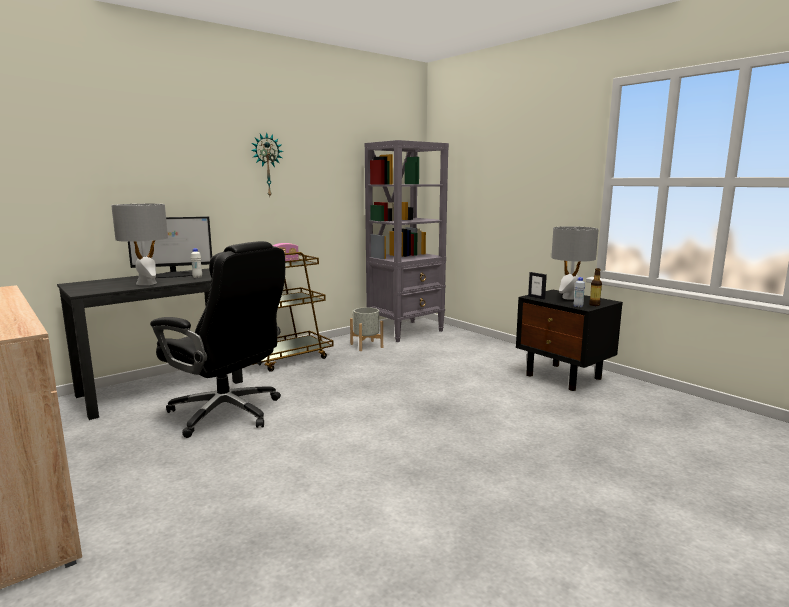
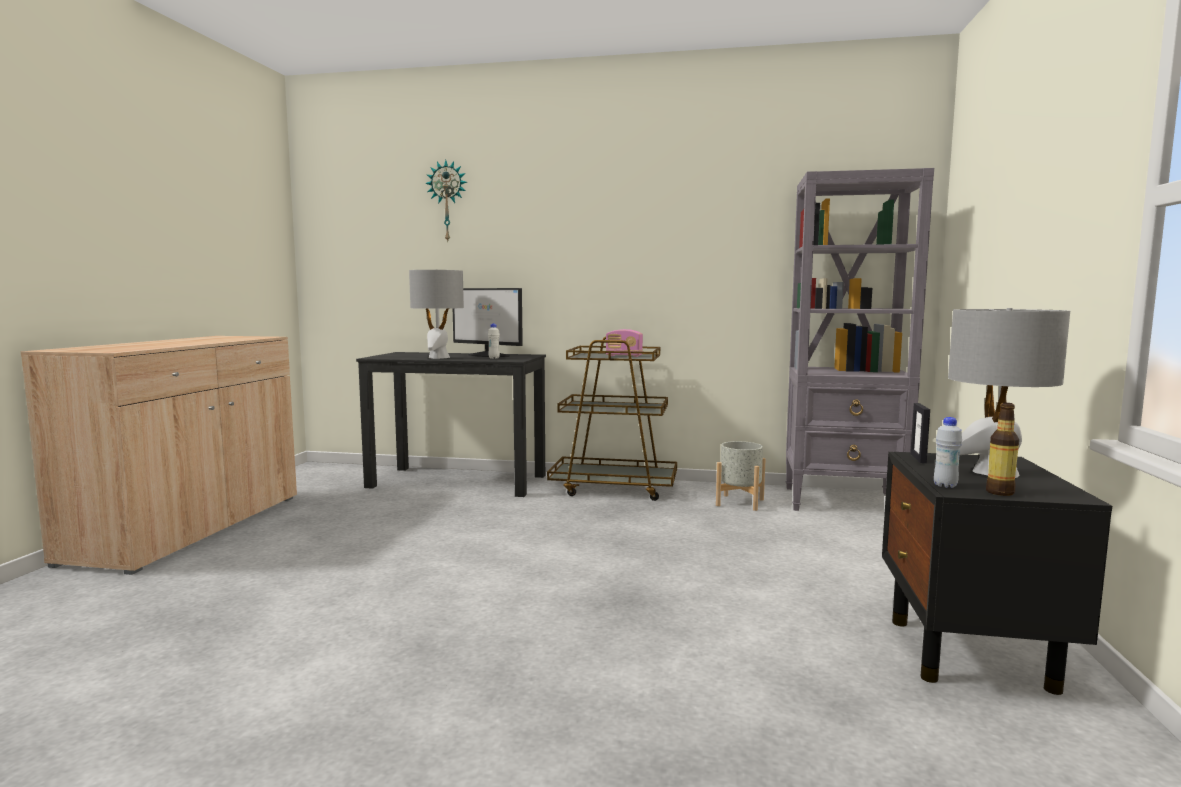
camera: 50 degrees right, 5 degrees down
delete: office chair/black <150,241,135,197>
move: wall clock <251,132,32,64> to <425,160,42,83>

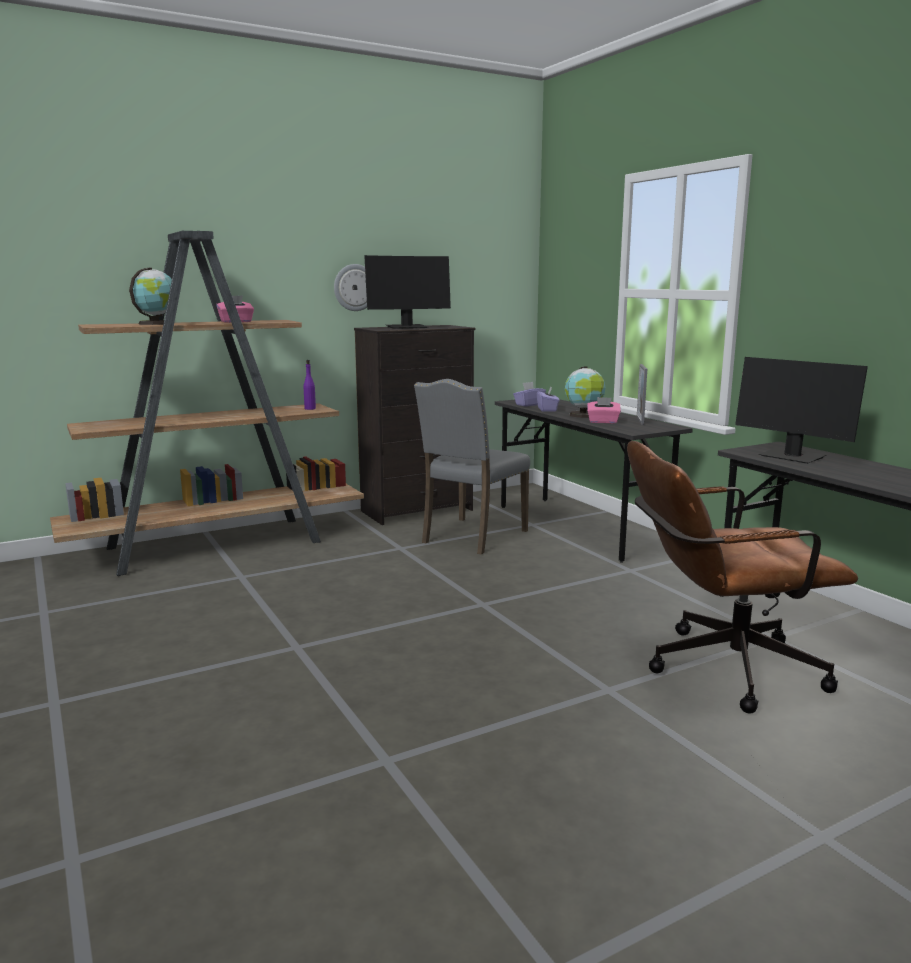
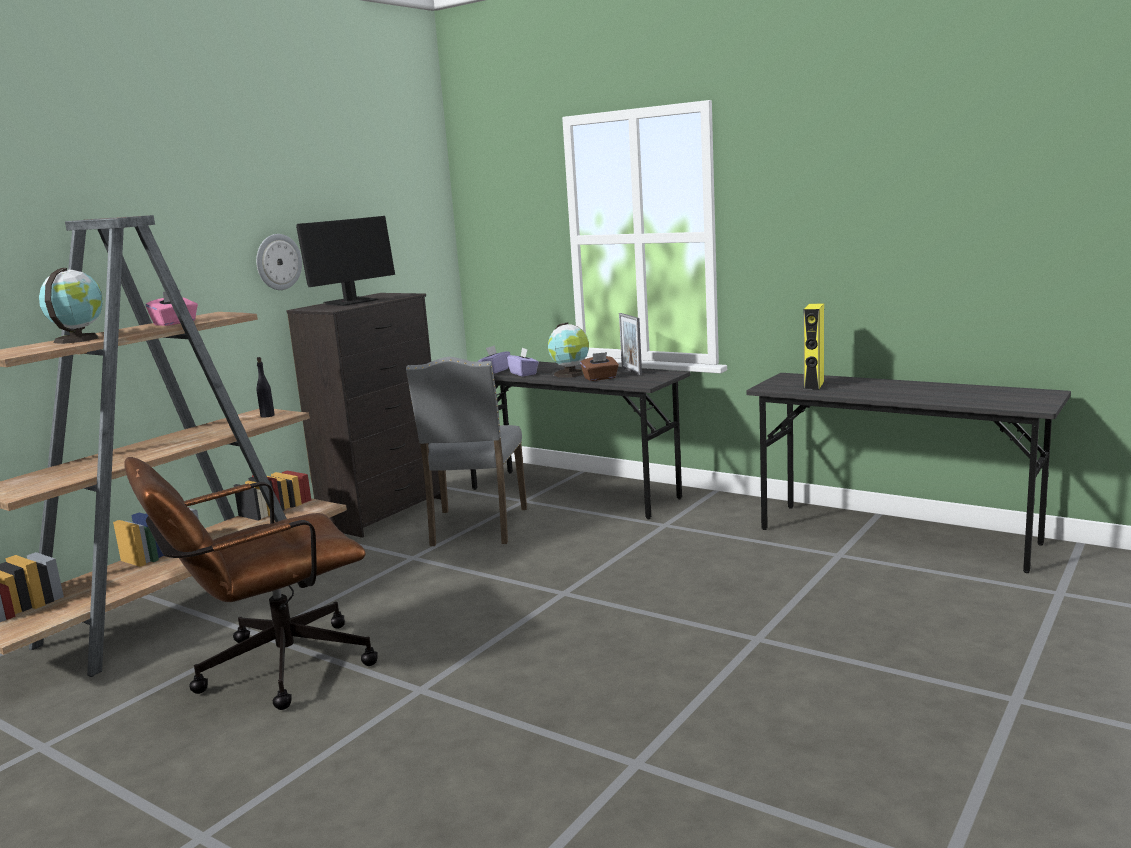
camera: 25 degrees left, 0 degrees up
move: office chair/brown <627,441,231,273> to <124,457,254,253>
replace: monitor <735,357,133,107> to speaker/yellow <804,304,20,86>
recolor: bottle/purple <304,360,12,50> to bottle/black <256,357,19,61>; tissue box/pink <587,397,34,26> to tissue box/brown <580,352,39,29>

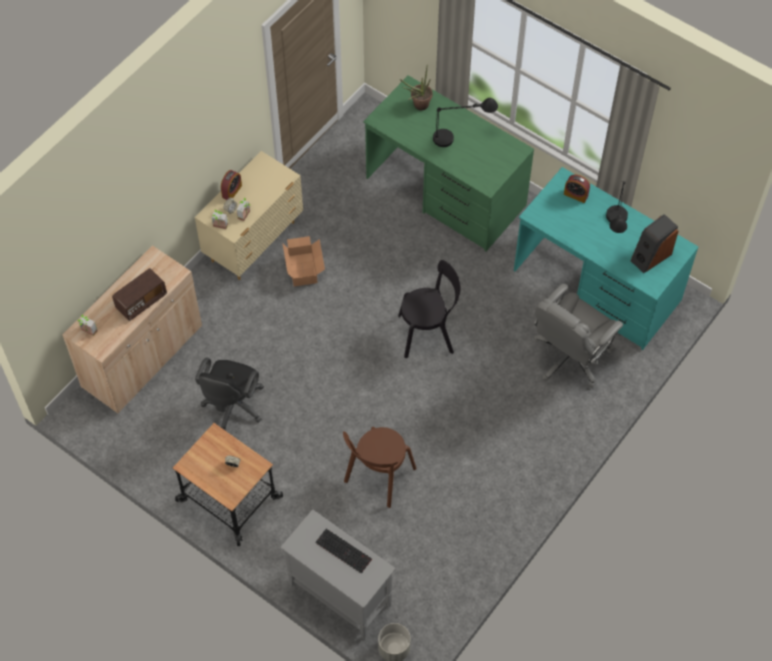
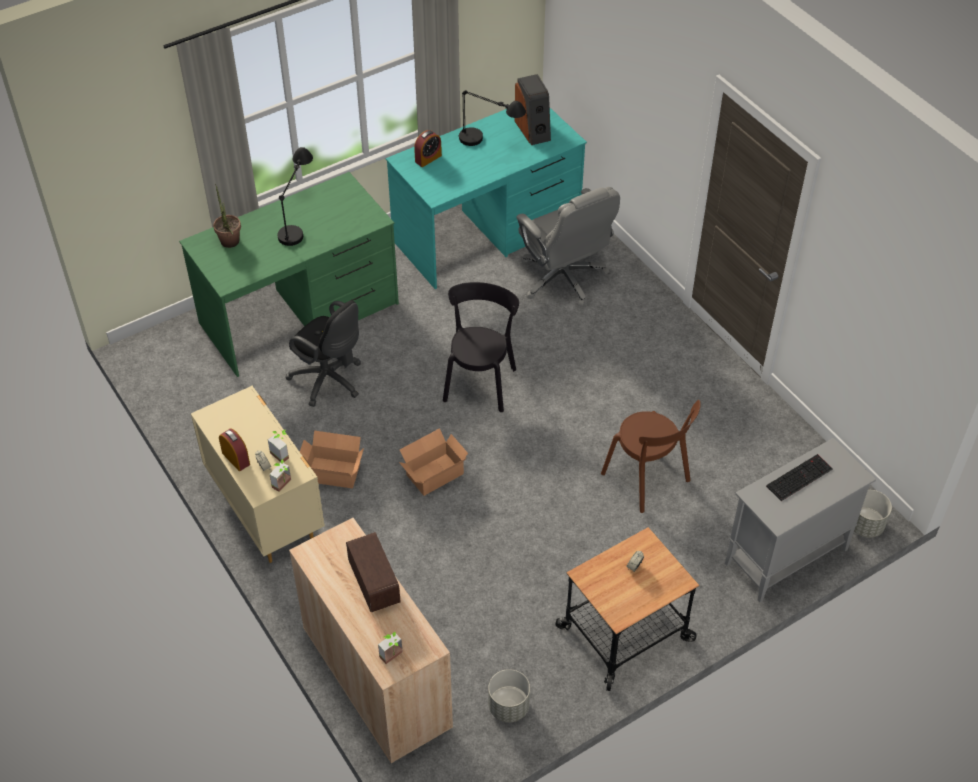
camera: 70 degrees left, 10 degrees down
insert: cardboard box <399,428,69,68>; planter/grey <488,669,42,53>
move: office chair/black <195,358,69,73> to <285,300,76,107>

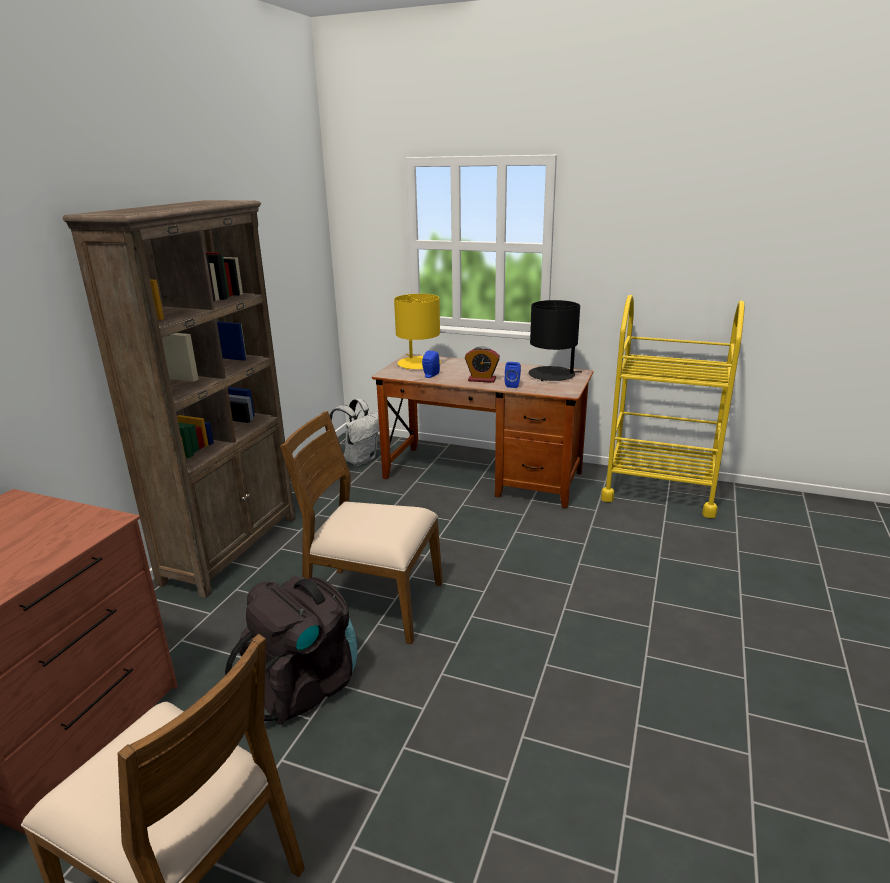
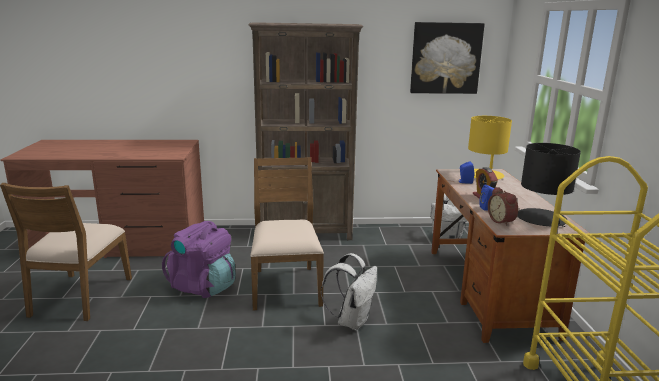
camera: 65 degrees right, 5 degrees down
insert: backpack/white <321,253,56,77>; picture <410,22,75,72>; alarm clock <488,187,30,39>
recolor: backpack/black <225,576,132,148> to backpack/purple <162,221,74,77>

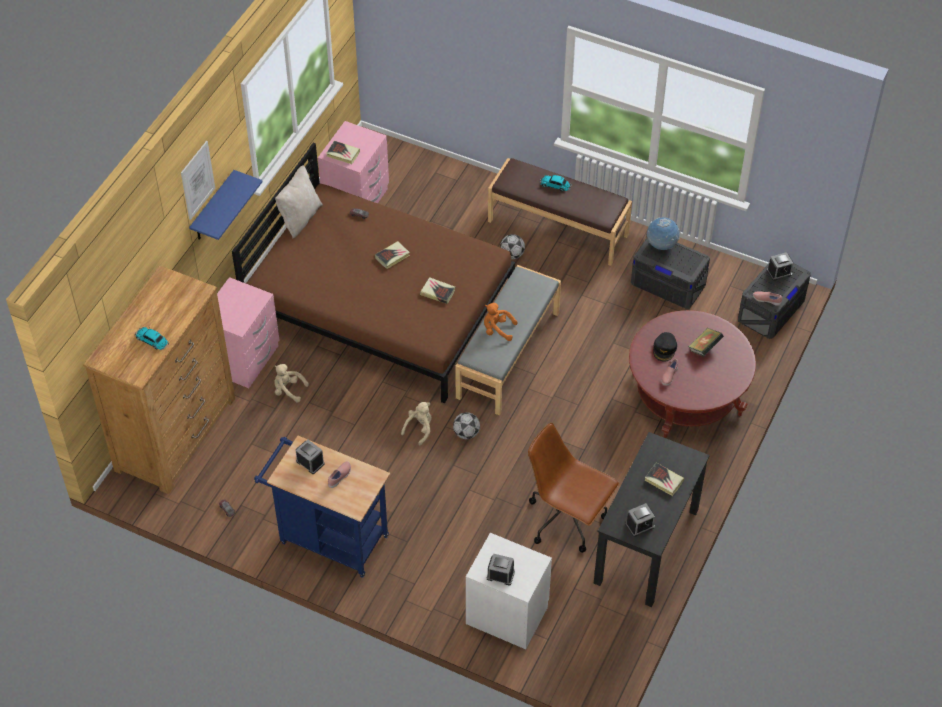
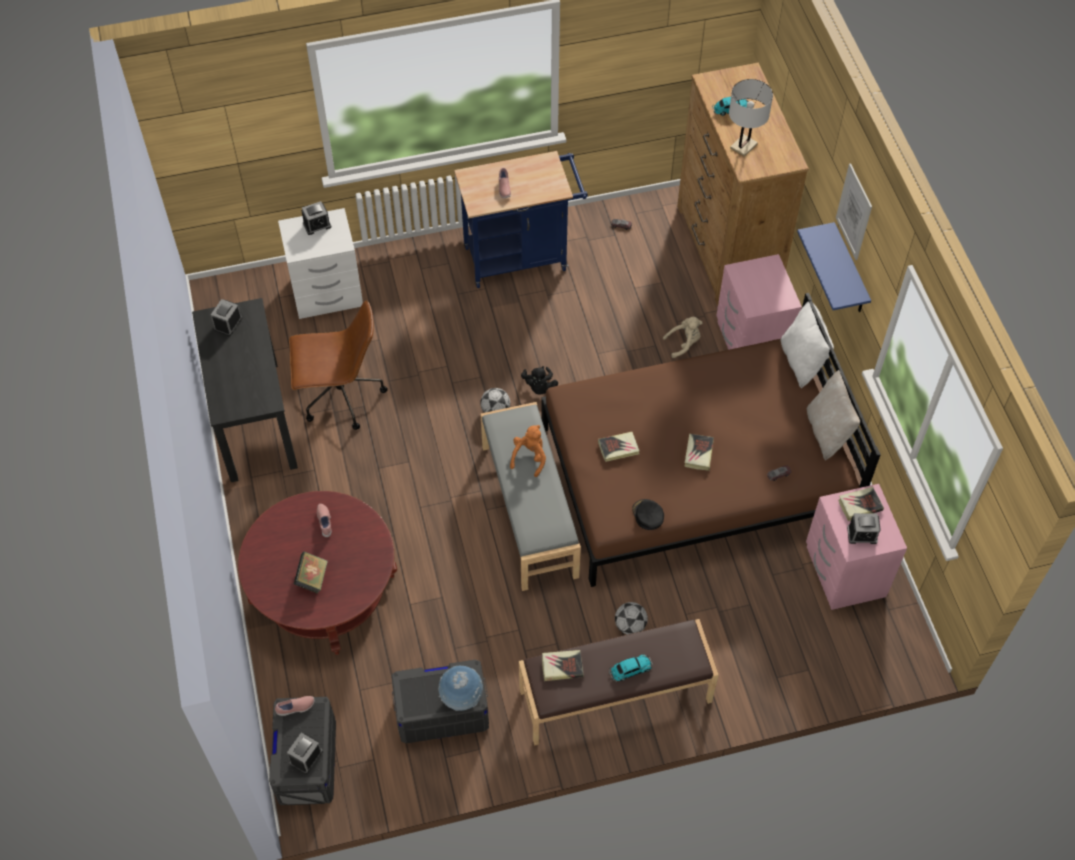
camera: 140 degrees right, 5 degrees up
insert: table lamp/white <729,79,44,78>; pillow/white <780,302,54,87>
move: alarm clock <295,440,30,34> to <847,513,34,31>; book <645,462,39,34> to <542,650,42,31>; cap/black <653,332,24,30> to <632,499,32,31>
recolor: plush toy/beige <401,402,31,43> to plush toy/black <521,366,37,29>
rotate: plush toy/orange <484,303,33,38> = <510,425,36,52> 45 degrees counterclockwise

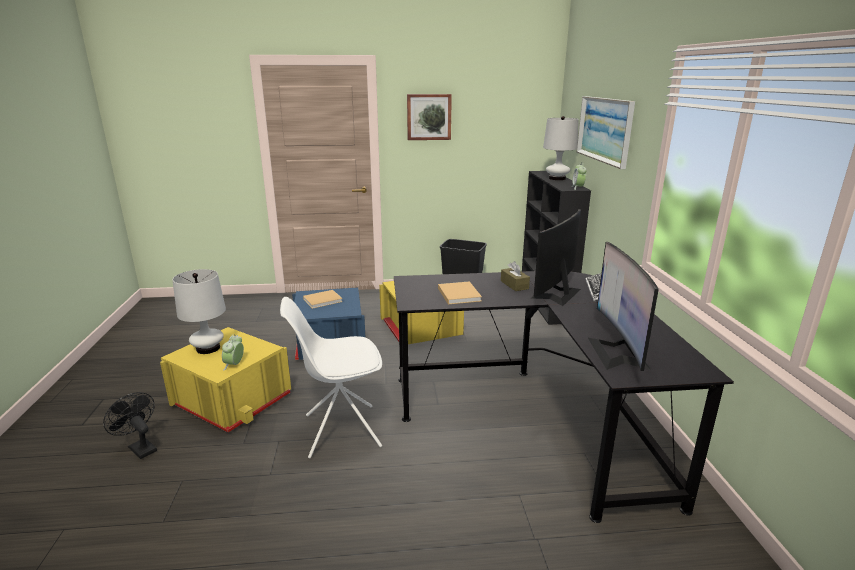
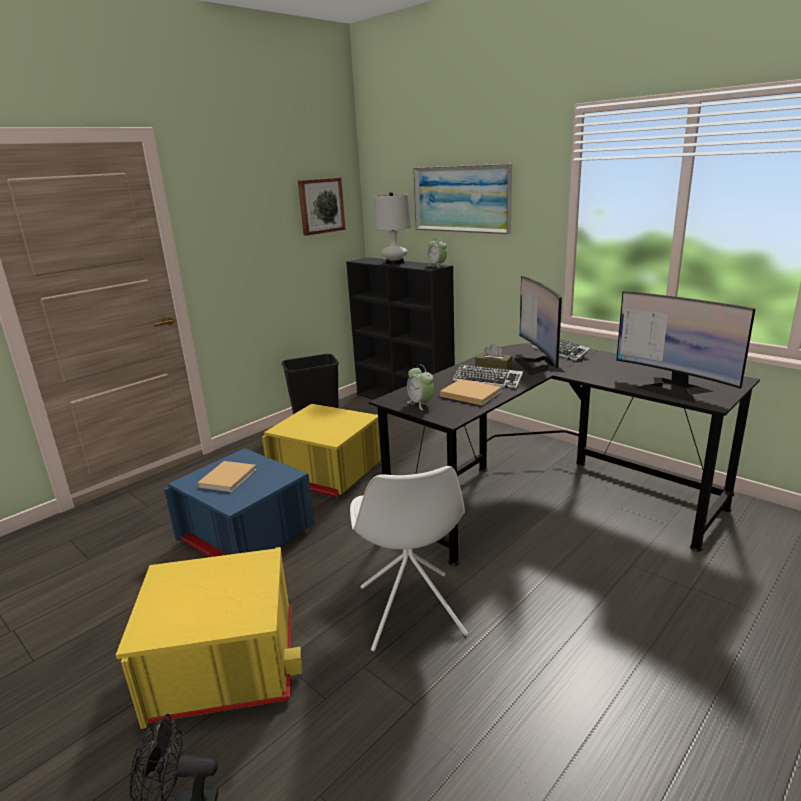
camera: 40 degrees left, 0 degrees up
delete: table lamp/white <172,269,54,85>
insert: keyboard <453,365,70,24>
move: alarm clock <222,334,22,37> to <407,365,27,45>; picture <407,94,45,46> to <298,177,48,59>
rotate: chair/white <280,297,102,161> = <350,466,118,185> 45 degrees counterclockwise

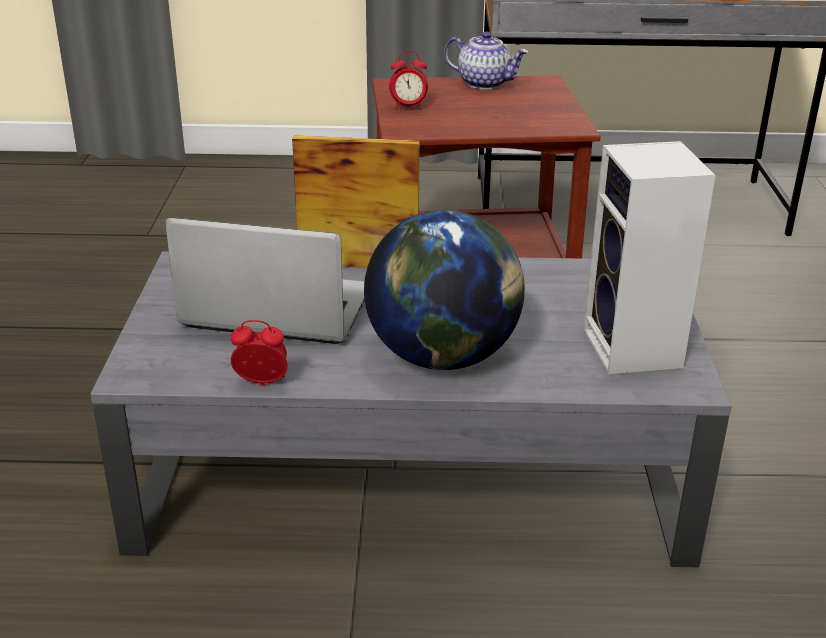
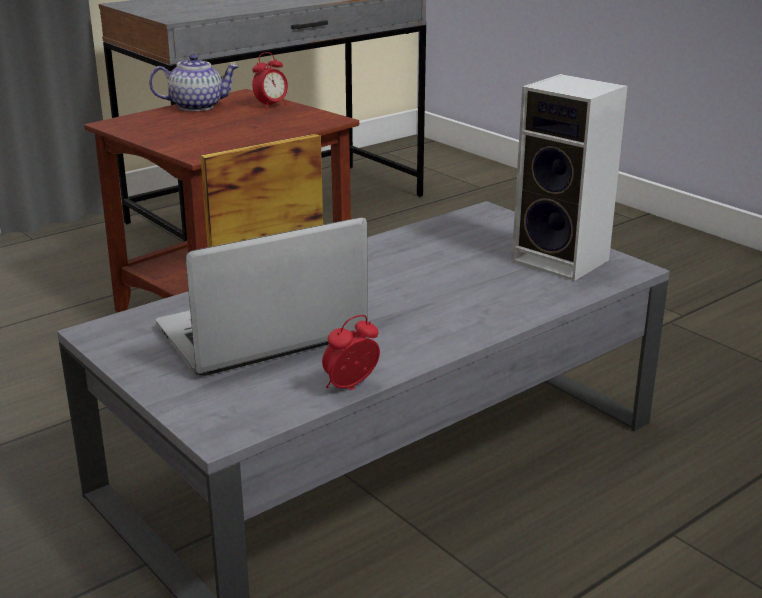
camera: 40 degrees left, 5 degrees down
delete: globe <364,210,161,160>
move: alarm clock <389,50,39,59> to <252,52,36,57>

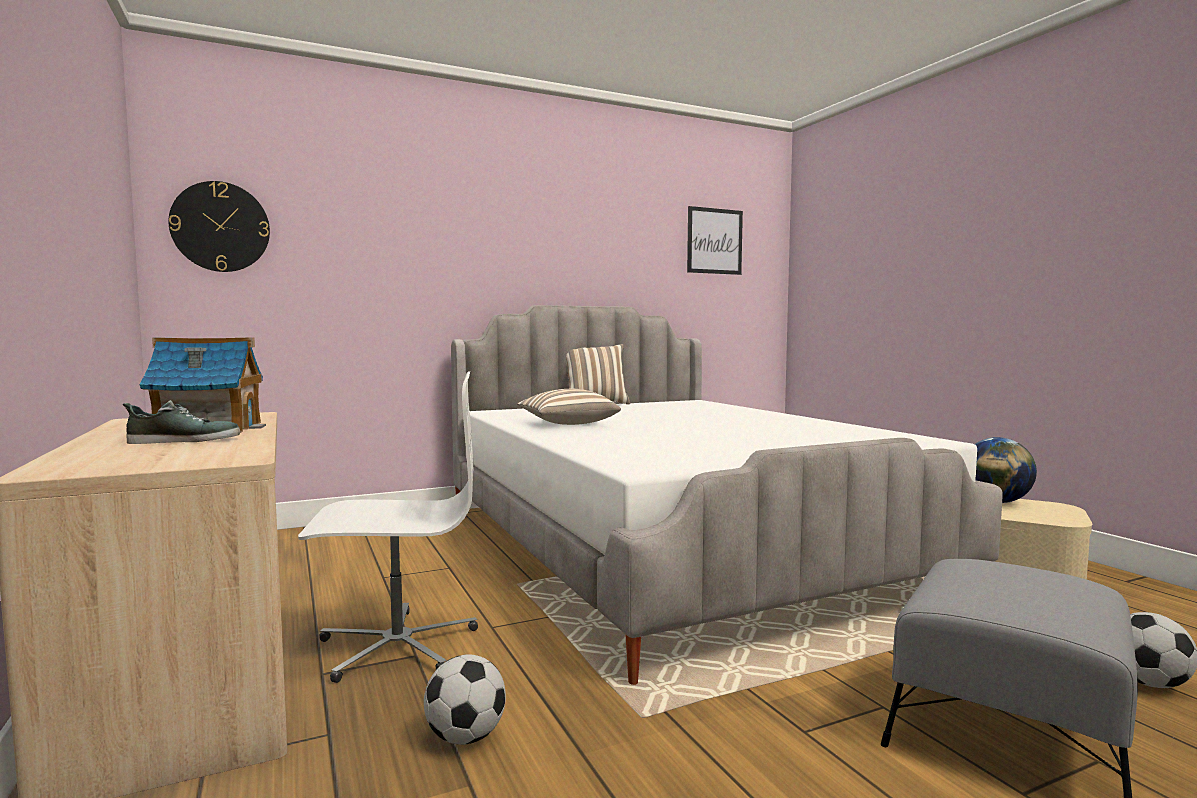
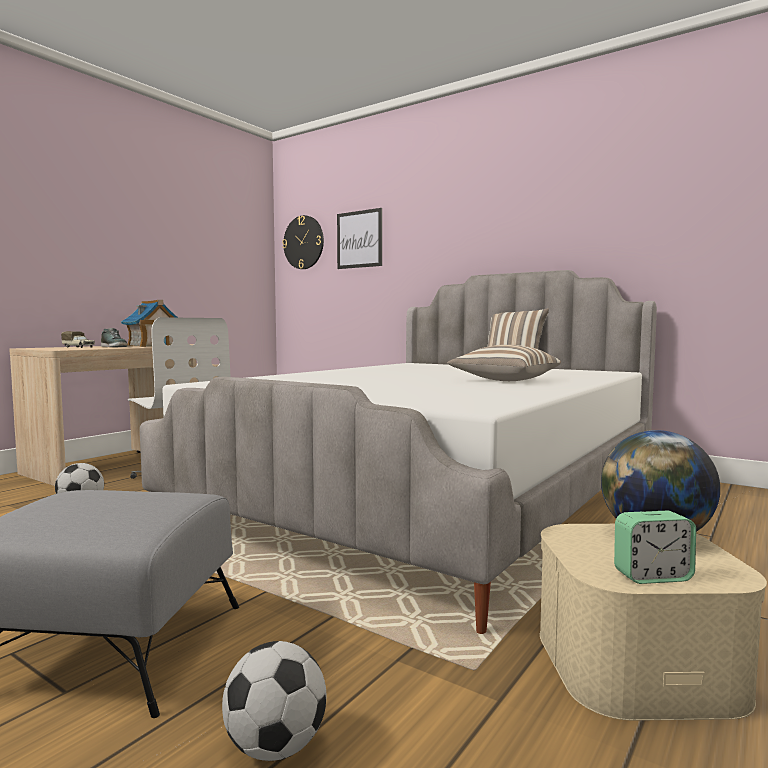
camera: 60 degrees right, 0 degrees up
insert: toy truck <61,331,34,17>; alarm clock <614,511,82,73>
move: pillow <517,389,104,36> to <447,345,114,36>; picture <687,206,56,69> to <337,208,45,61>

